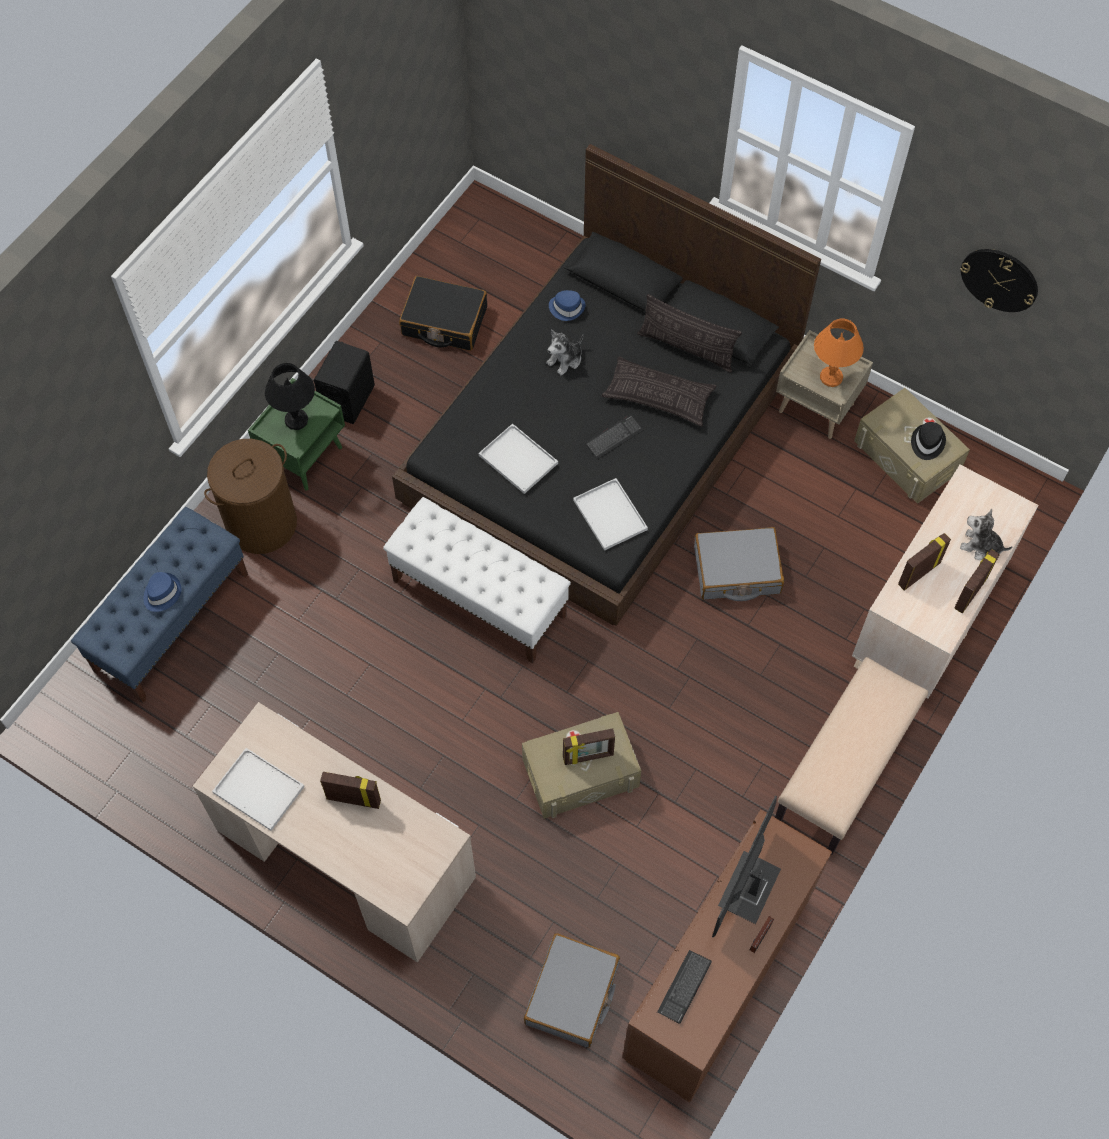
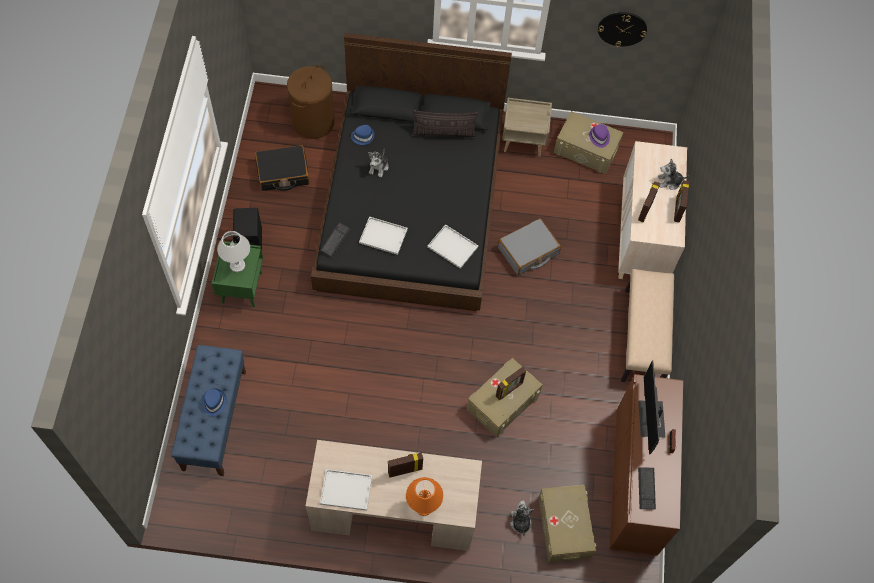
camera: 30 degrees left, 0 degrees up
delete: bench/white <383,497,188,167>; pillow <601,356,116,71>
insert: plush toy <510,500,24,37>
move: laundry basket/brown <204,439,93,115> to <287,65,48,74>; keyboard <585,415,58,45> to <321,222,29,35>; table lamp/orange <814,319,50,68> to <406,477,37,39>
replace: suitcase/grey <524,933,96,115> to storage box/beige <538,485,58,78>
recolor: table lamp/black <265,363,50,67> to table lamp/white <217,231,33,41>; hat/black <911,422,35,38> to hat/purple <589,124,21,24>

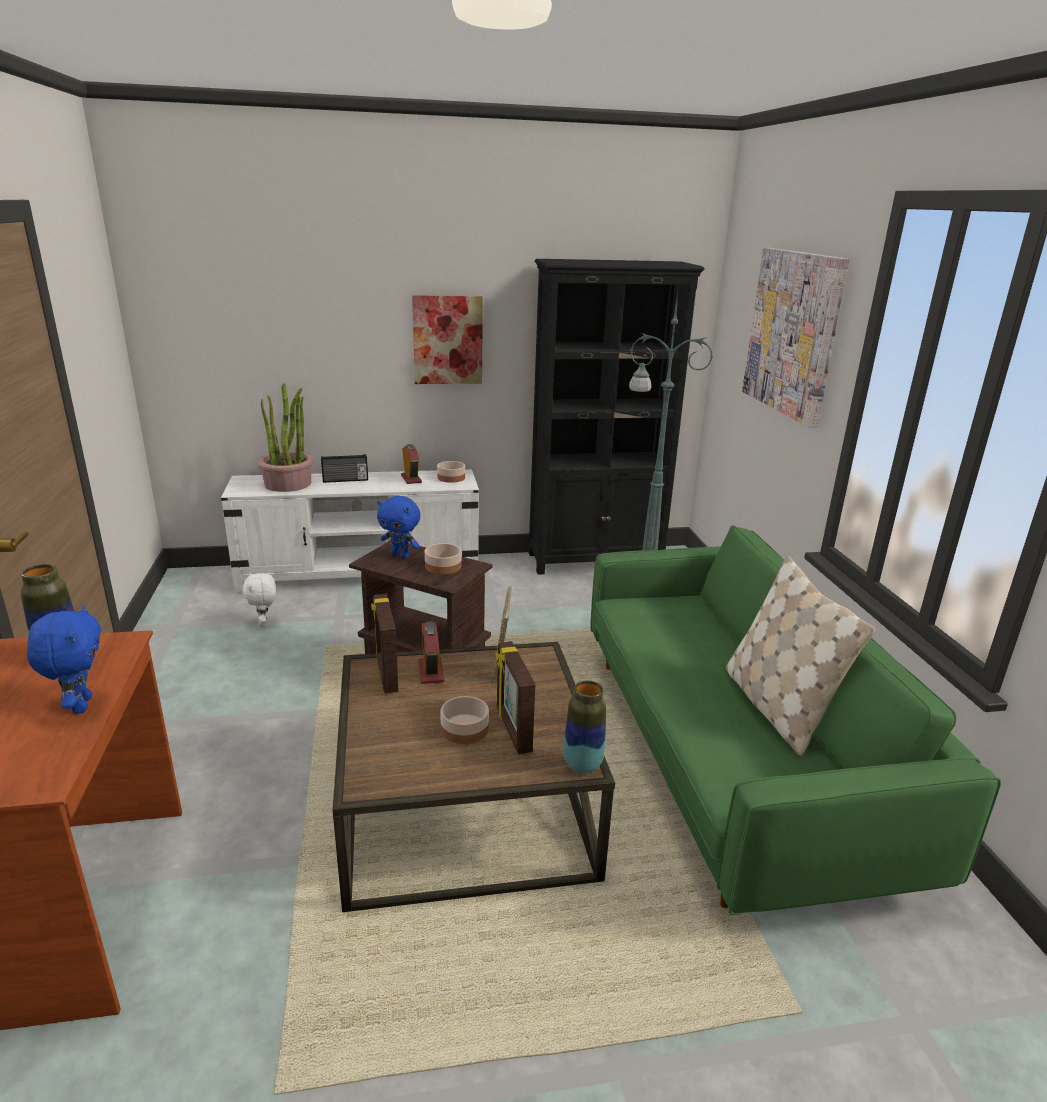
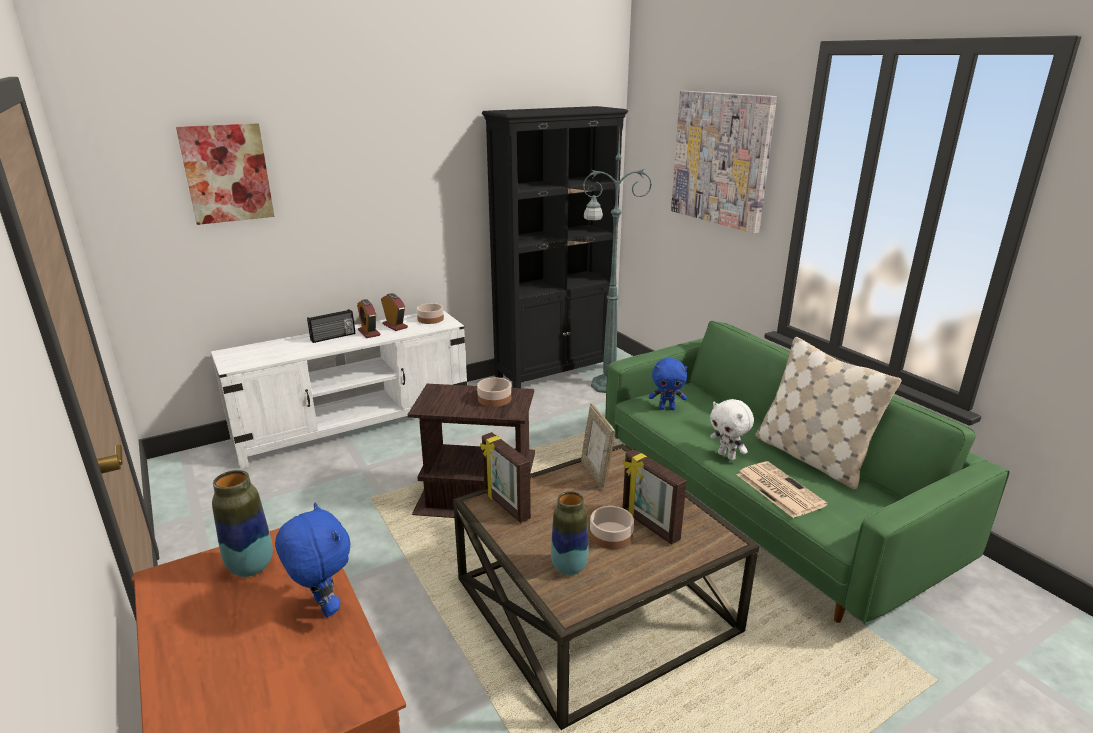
camera: 20 degrees left, 0 degrees up
delete: potted plant <257,383,57,109>
insert: newspaper <736,461,91,57>
move: plush toy/white <243,572,33,55> to <710,399,44,61>; plush toy/blue <377,496,44,62> to <649,358,38,52>; picture <412,295,71,89> to <176,123,98,102>; alarm clock <418,621,26,63> to <357,299,23,39>; vase <563,680,43,93> to <551,491,37,84>

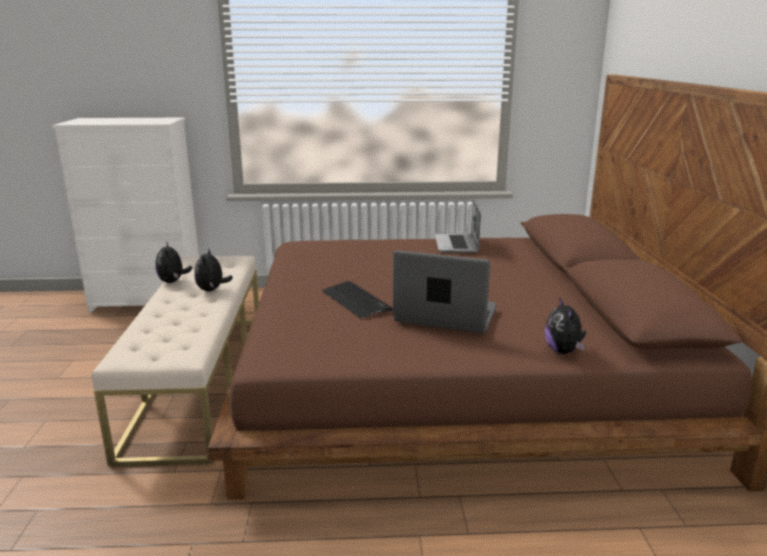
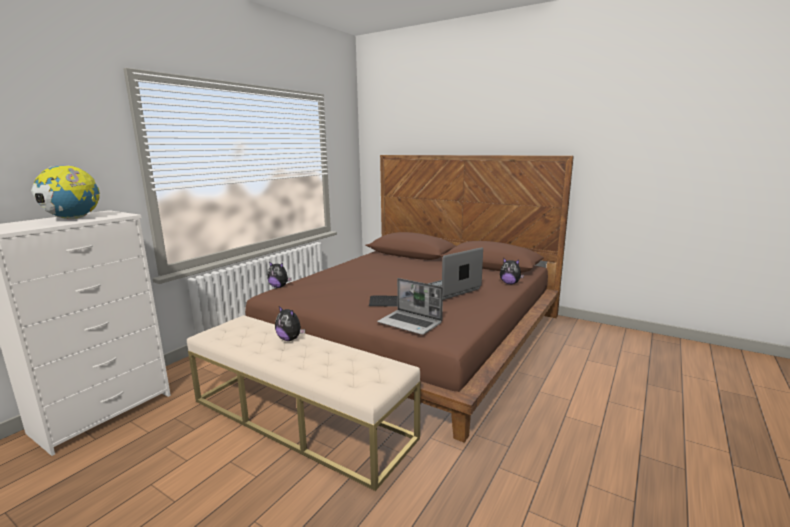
camera: 55 degrees left, 5 degrees down
insert: globe <31,166,69,53>
move: plush toy <155,242,37,41> to <267,262,25,26>; laptop <435,200,46,53> to <377,278,66,57>

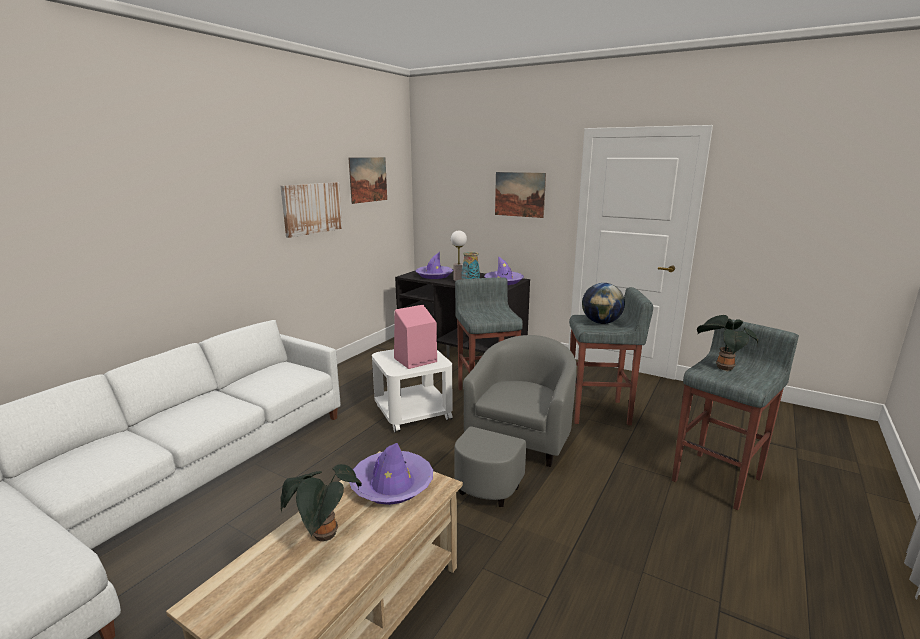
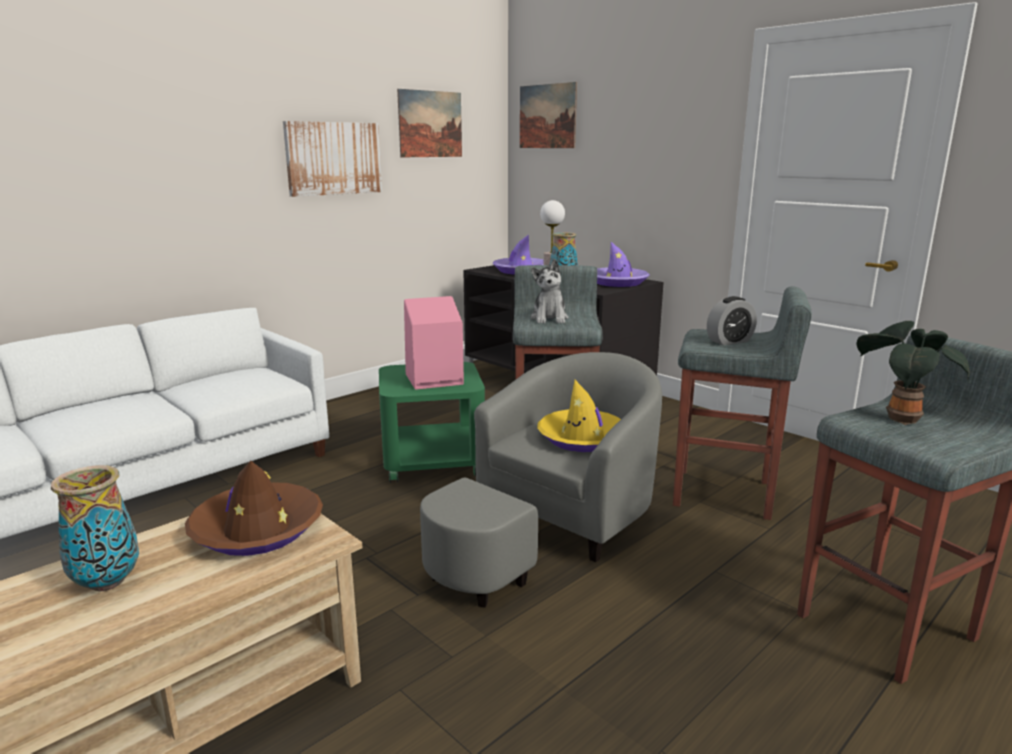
camera: 15 degrees right, 0 degrees up
insert: plush toy <531,259,37,65>; hat/yellow <537,380,84,72>
move: picture <495,172,51,46> to <520,82,57,66>
replace: potted plant <280,464,82,78> to vase <51,465,88,126>; globe <582,283,43,41> to alarm clock <707,296,50,49>
recolor: hat/purple <349,443,84,62> to hat/brown <185,461,138,95>; side table/white <372,349,81,84> to side table/green <379,362,106,121>

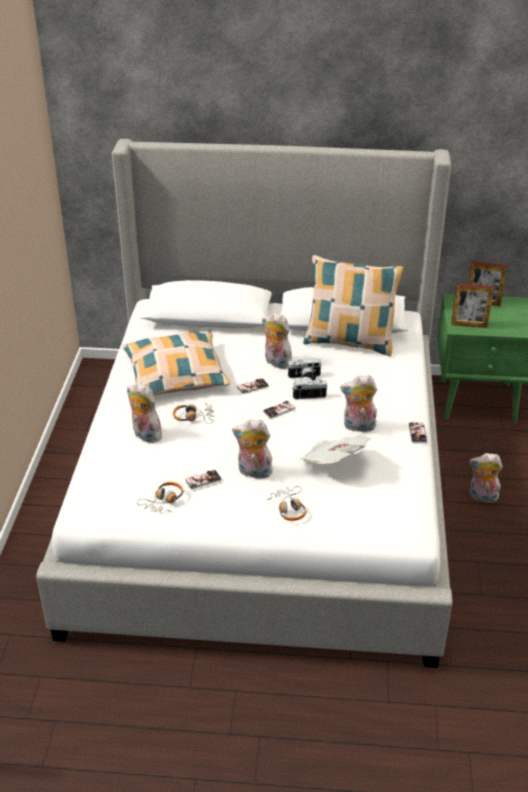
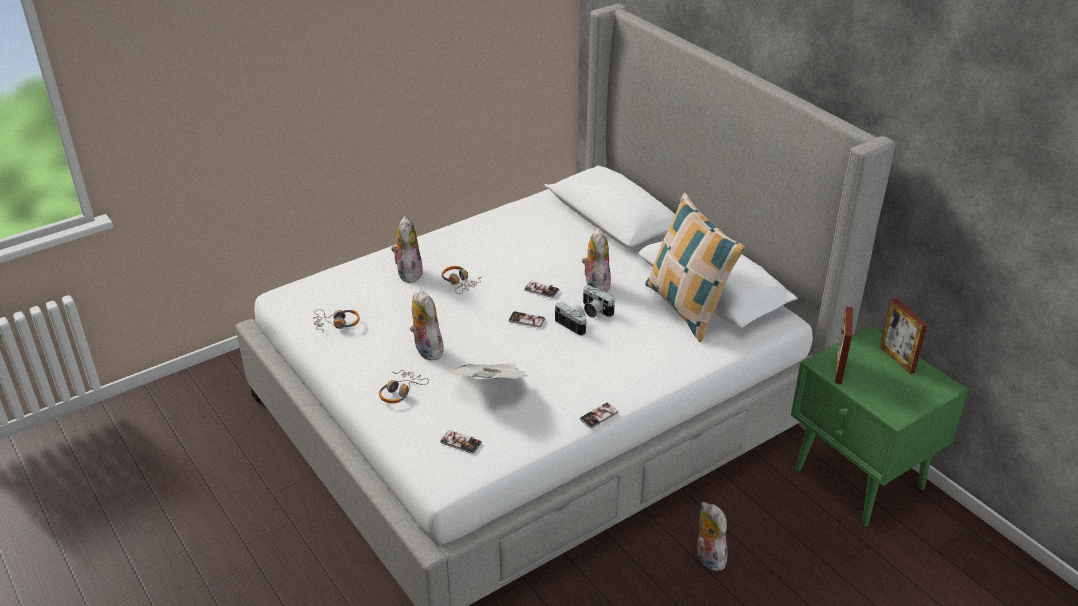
camera: 50 degrees right, 0 degrees up
delete: pillow <122,333,108,62>; plush toy <340,375,37,57>
move: phone <185,470,36,19> to <440,430,42,24>
rotate: picture frame <451,283,43,45> = <835,307,18,77> 45 degrees clockwise

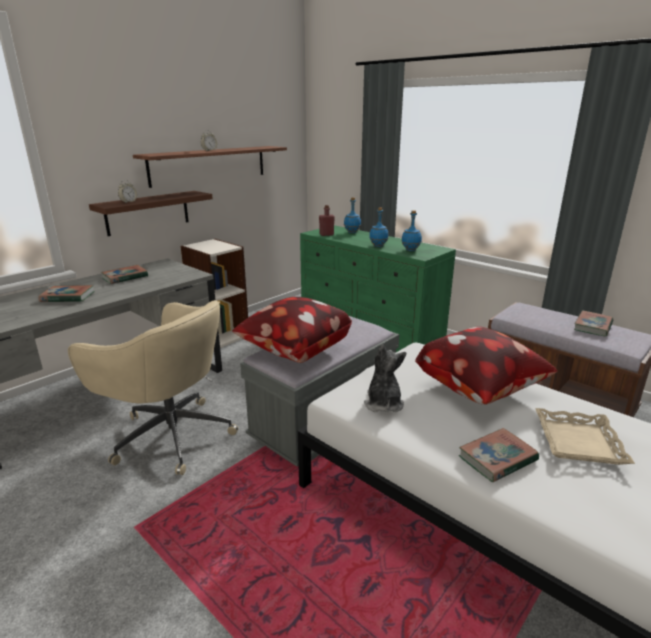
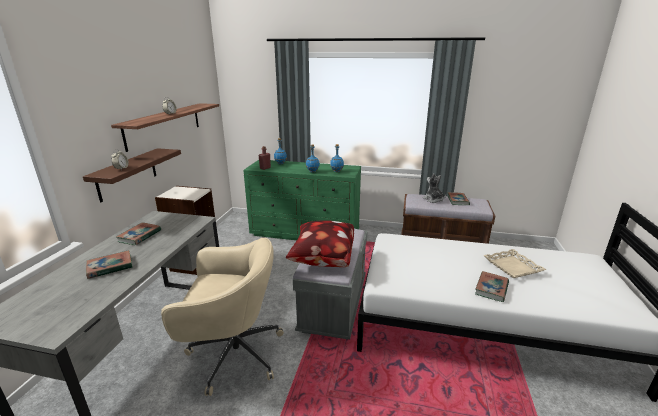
camera: 30 degrees left, 0 degrees up
delete: pillow <415,326,143,79>
move: plush toy <364,344,42,68> to <423,173,23,30>

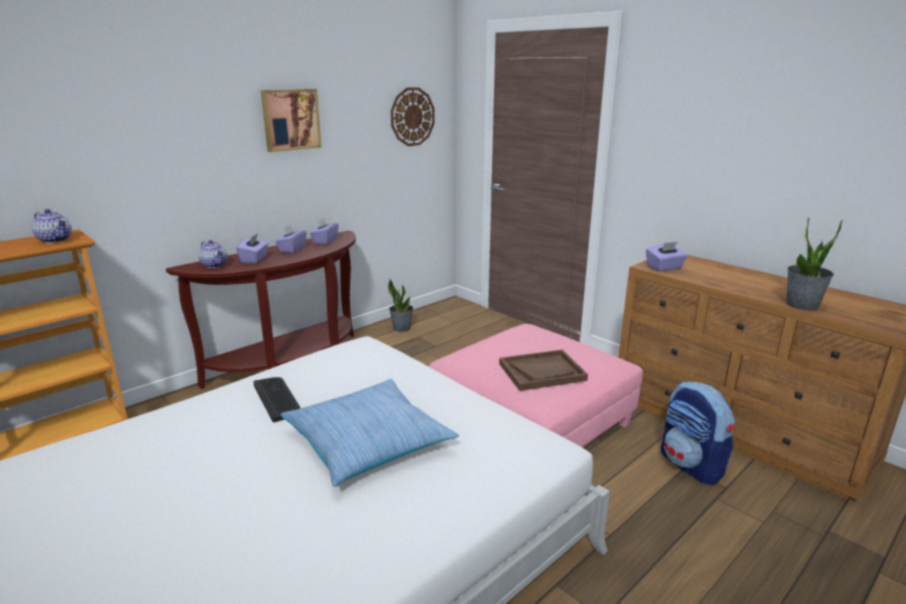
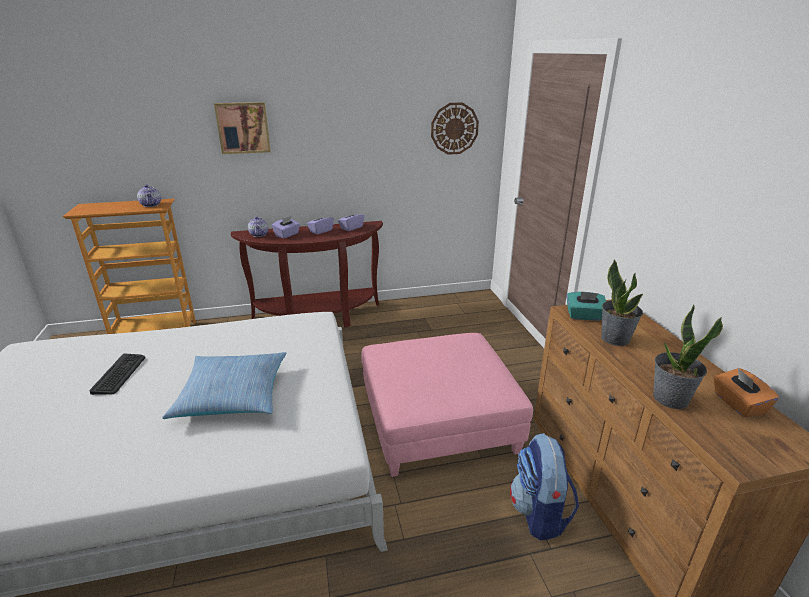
camera: 30 degrees right, 5 degrees up
delete: tray/brown <499,349,89,42>
insert: tissue box/orange <714,368,65,49>
move: keyboard <253,377,48,45> to <89,354,56,41>; picture <261,89,61,63> to <214,102,57,52>; potted plant <388,279,25,53> to <601,259,42,87>
recolor: tissue box/purple <646,242,42,29> to tissue box/turquoise <566,292,40,29>

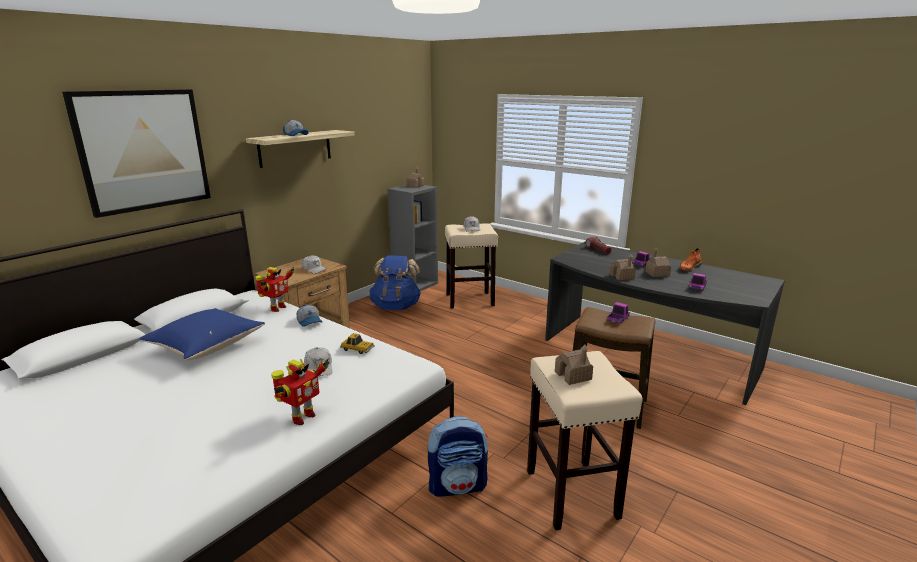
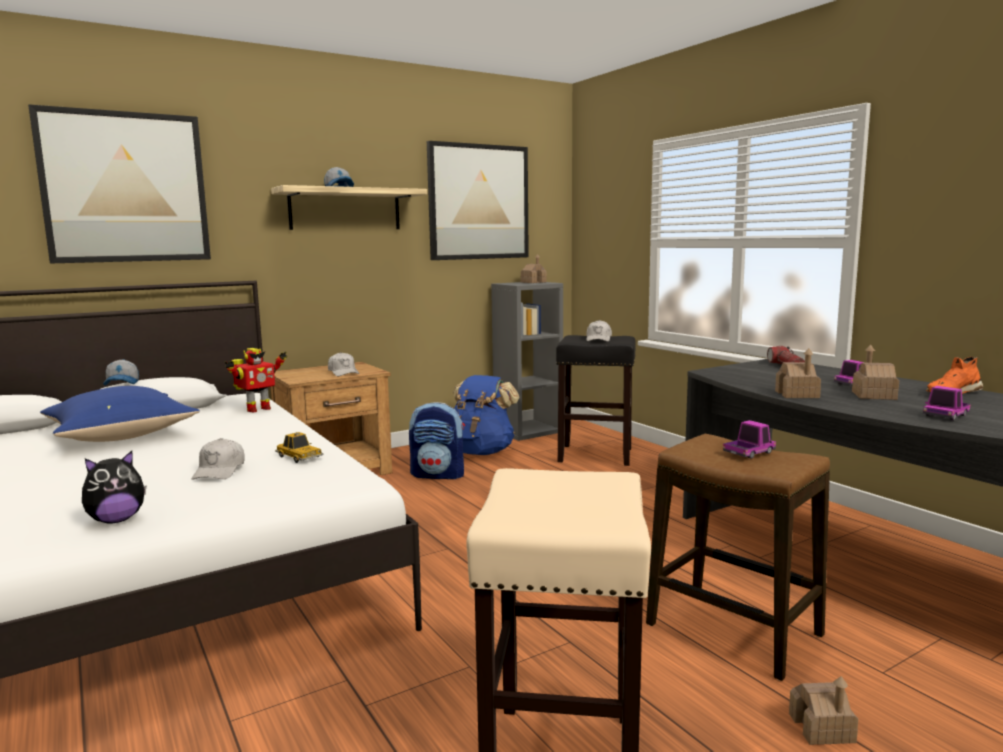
camera: 20 degrees right, 10 degrees down
insert: picture <427,141,102,119>
move: cap <297,304,25,23> to <103,359,36,27>; backpack <428,416,60,81> to <409,402,56,77>; toy house <555,345,38,40> to <789,676,69,69>
replace: toy robot <271,359,59,66> to plush toy <82,451,64,73>
recolor: stool/beige <445,223,53,86> to stool/black <556,335,80,131>

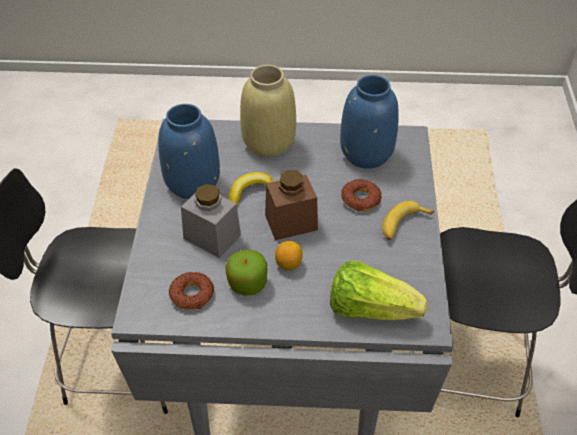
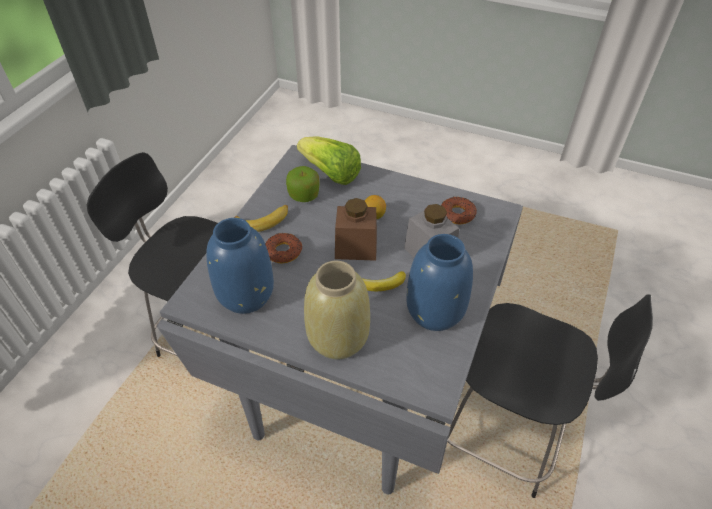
camera: 160 degrees left, 0 degrees up
move: apple <225,249,42,46> to <286,166,34,36>

